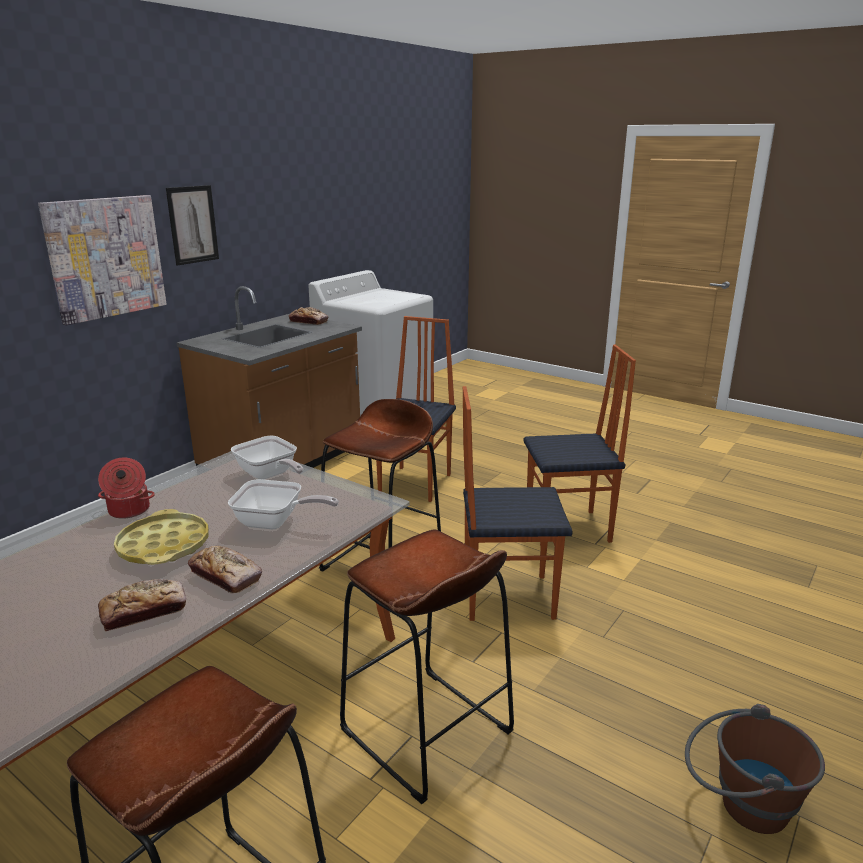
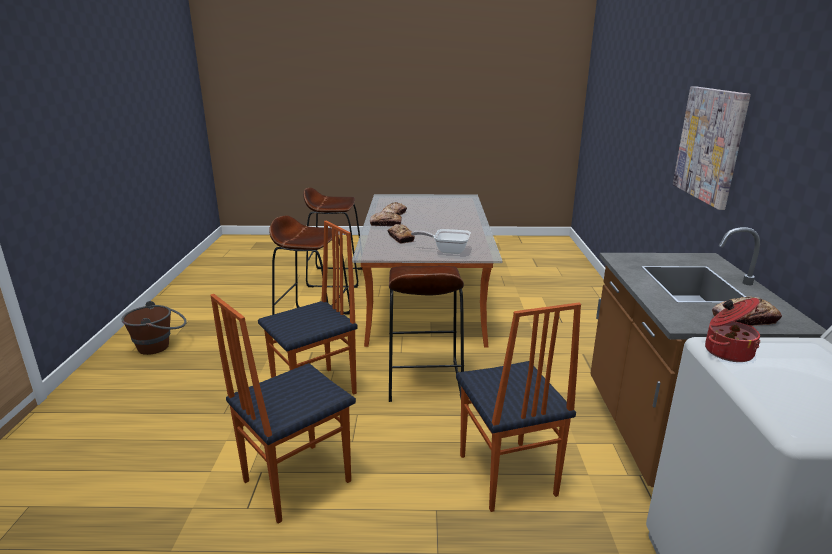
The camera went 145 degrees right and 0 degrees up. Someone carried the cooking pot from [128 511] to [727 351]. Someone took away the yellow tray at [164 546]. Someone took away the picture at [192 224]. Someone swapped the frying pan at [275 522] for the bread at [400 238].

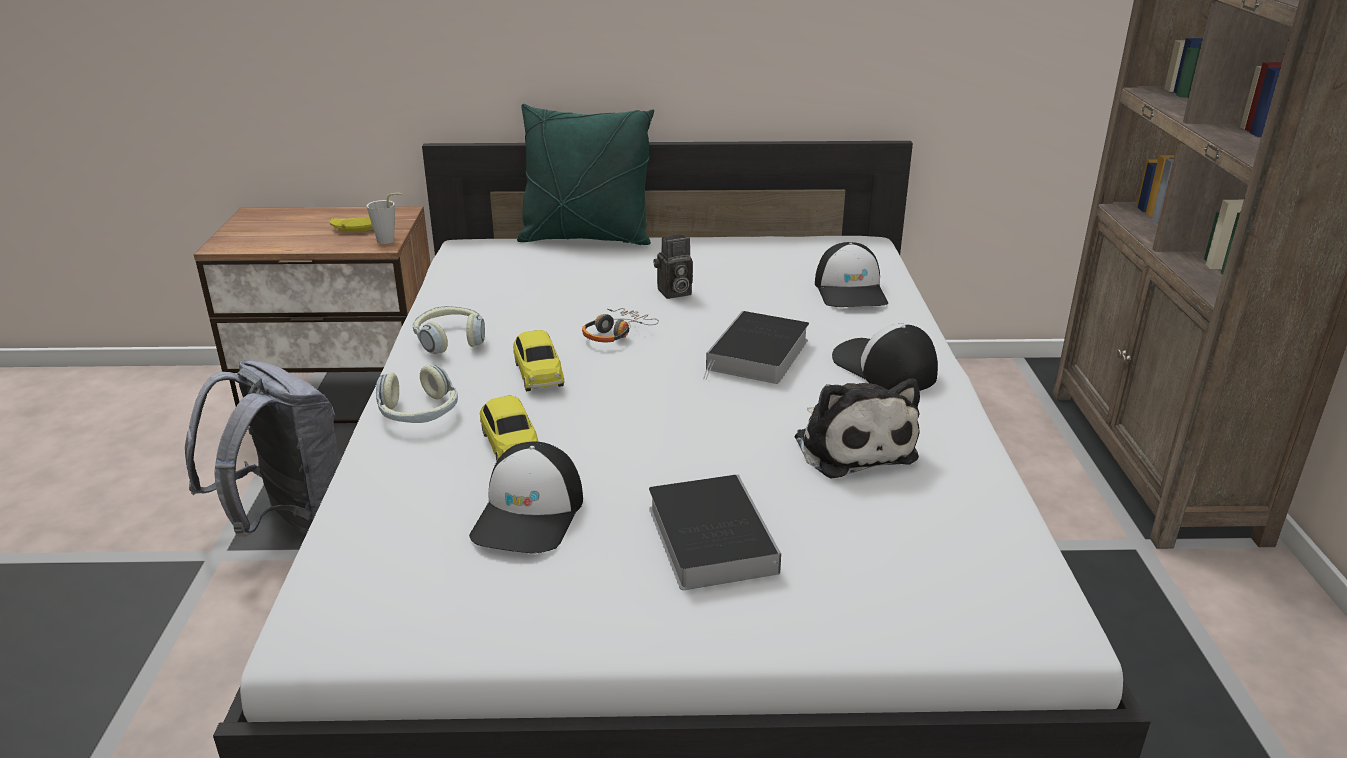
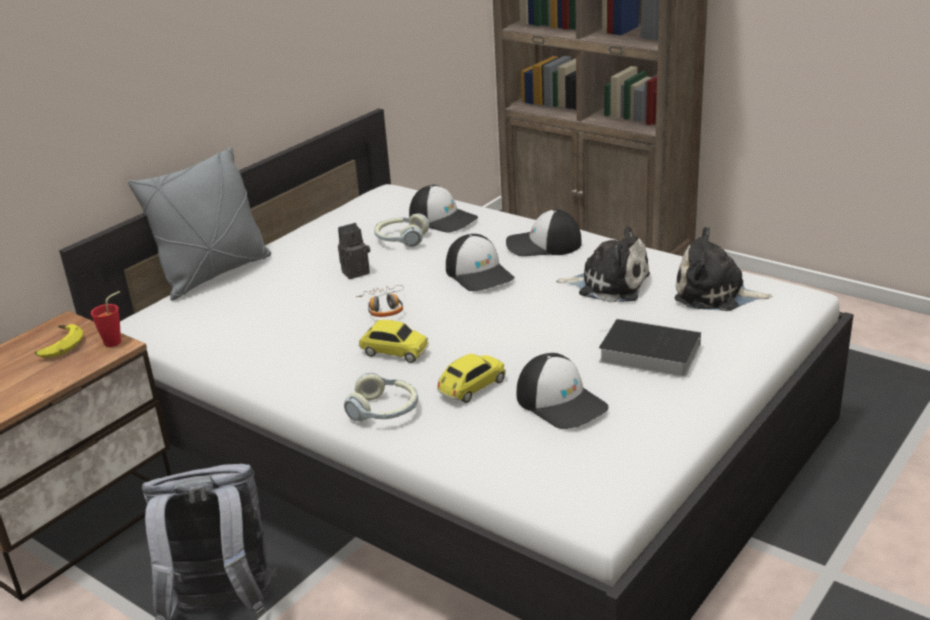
The camera went 50 degrees left and 0 degrees up. Someone repainted the grey cup at [389 240], which became the red cup at [116 340]. Someone carried the headphones from [450 339] to [401 239]. Someone rotated the toy car at [510 445] by 60 degrees counterclockwise. Someone repainted the green pillow at [586 238], which became the grey pillow at [214 274]. Someone rotated the photo camera at [673 293] by 135 degrees counterclockwise. Someone swapped the book at [758 356] for the cap at [479 274]. Someone put down the plush toy at [715 294].

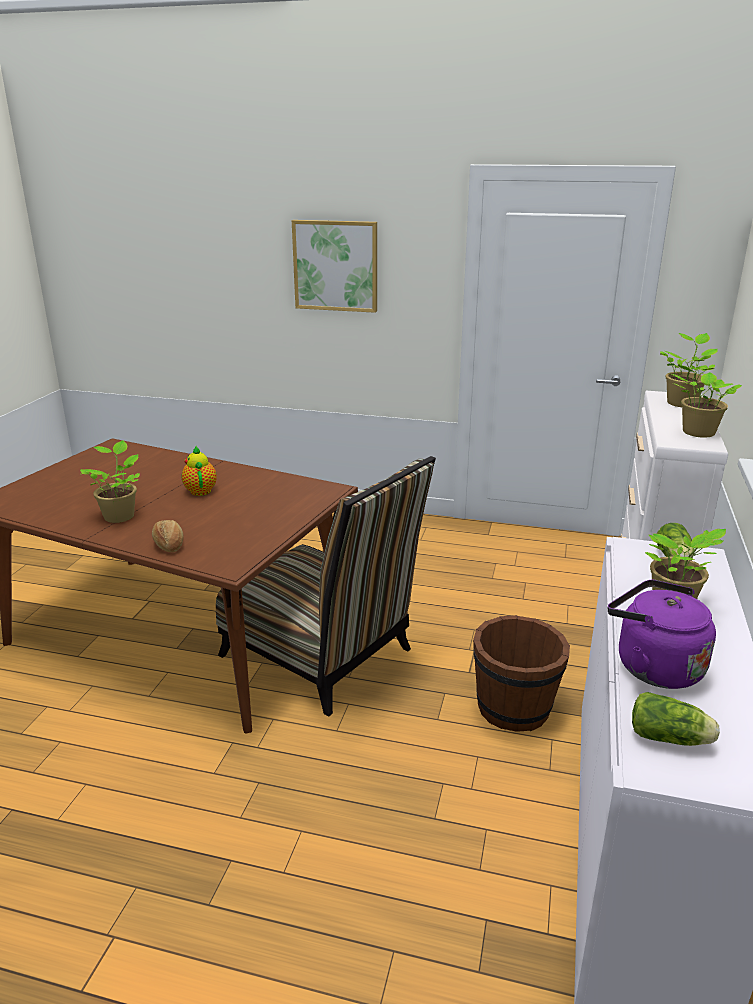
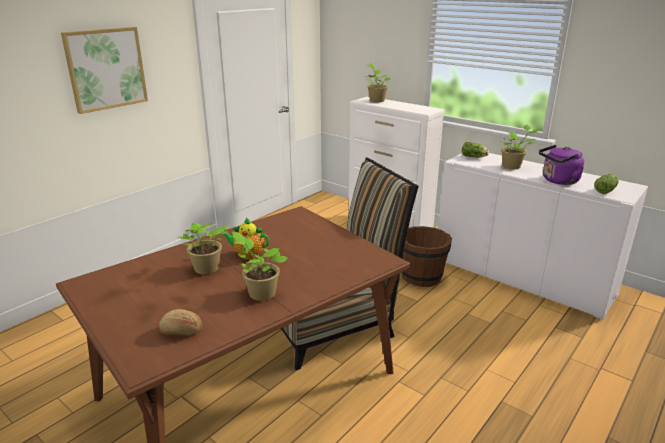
The camera went 65 degrees left and 0 degrees up. Someone carried the bread from [169 545] to [181 331]. Someone carried the potted plant from [696 433] to [206 269].

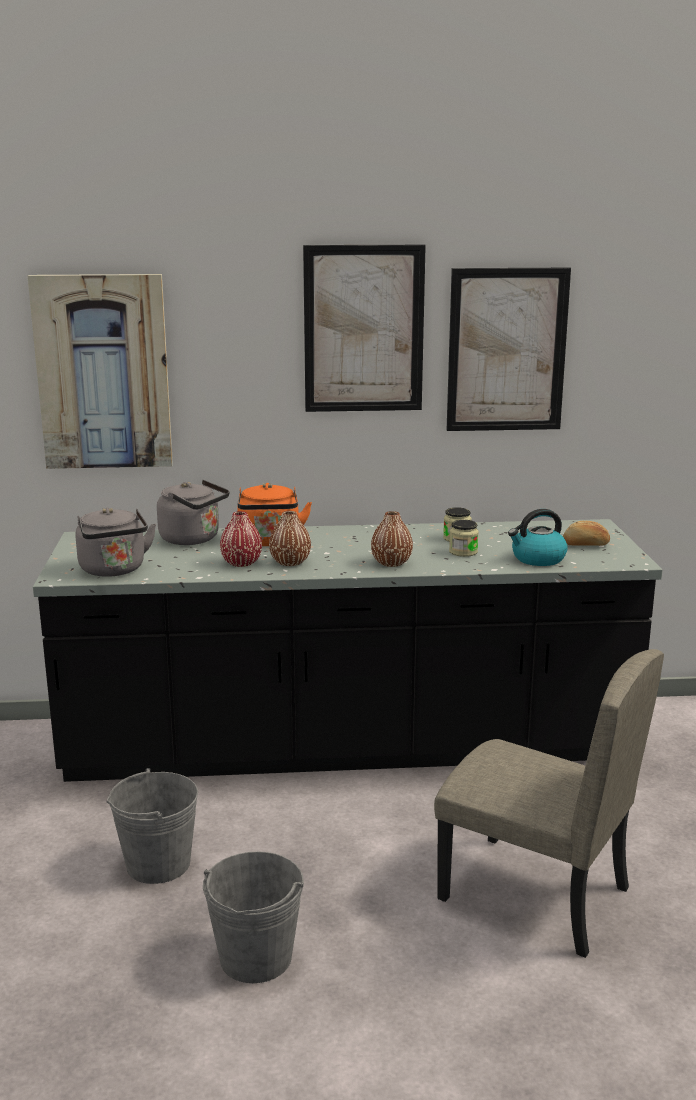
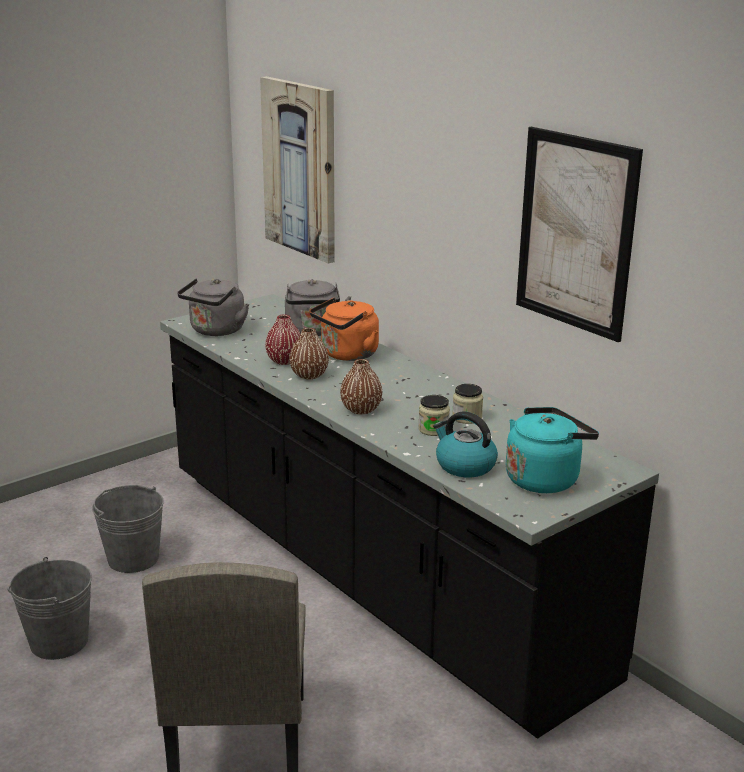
The camera went 55 degrees right and 5 degrees up. Someone took away the picture at [363 329]. Someone swapped the bread at [585 545] for the turquoise kettle at [545 478].

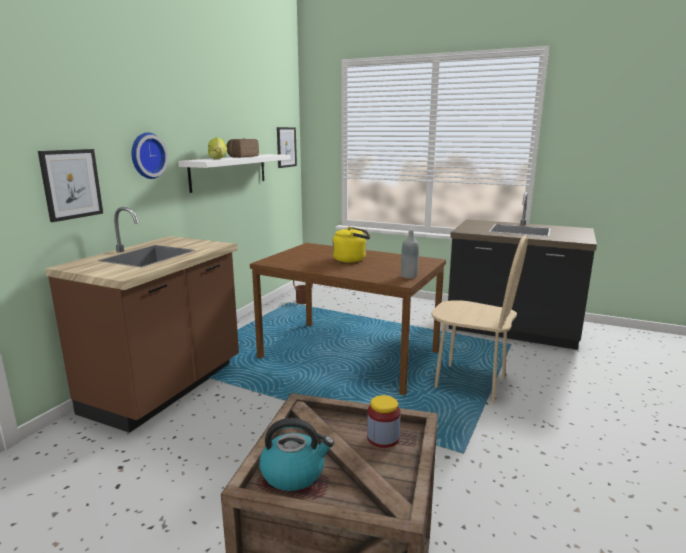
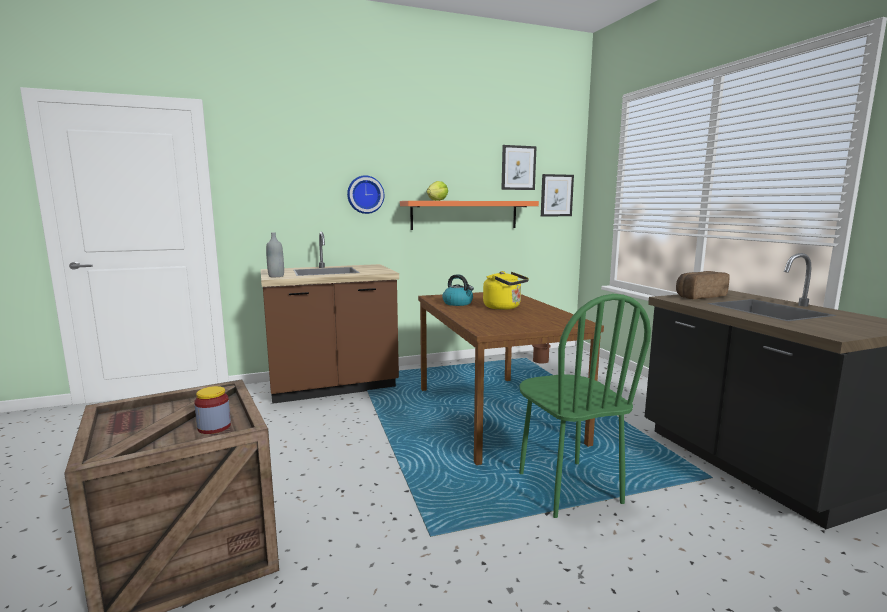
The camera went 45 degrees right and 5 degrees down. Someone carried the picture from [71 184] to [518 168]. Someone repainted the white shelf at [229 171], which became the orange shelf at [465 215]. Someone carried the bread from [241 157] to [698 296]. Someone carried the kettle from [294 473] to [458 303]. Someone carried the grey bottle from [409 276] to [276 276]. Someone repainted the beige chair at [470 383], which became the green chair at [568 488].

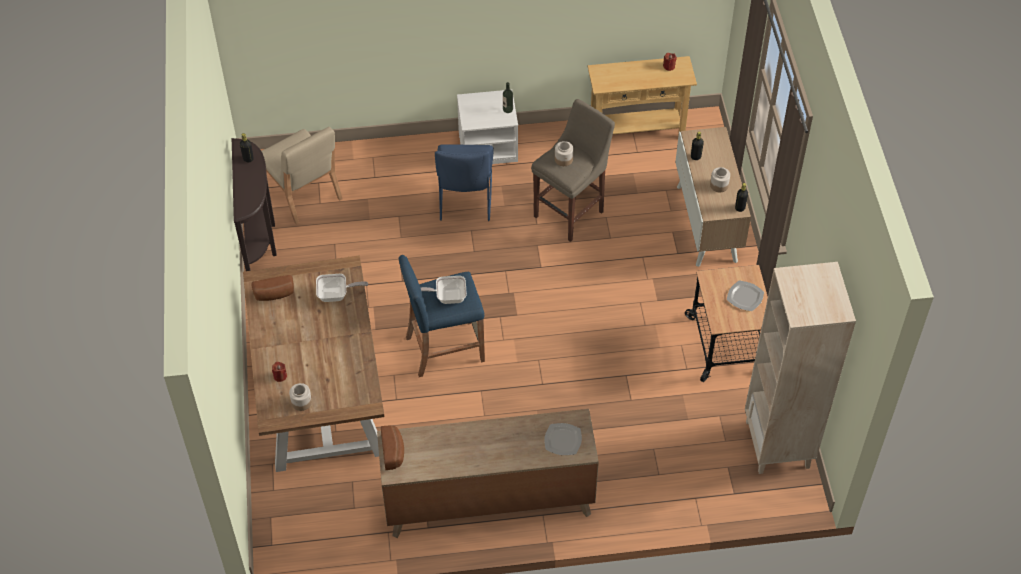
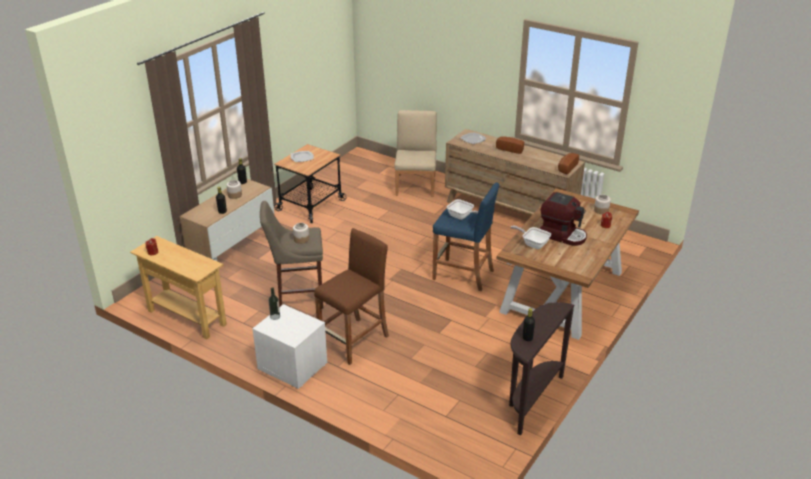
The camera went 140 degrees left and 20 degrees down. Someone carried the bread from [274 295] to [510 149]. Someone carried the beige chair from [302 193] to [416 185]. Someone swapped the blue chair at [465 201] for the brown stool at [354 341]. Someone took away the beige bookcase at [778 444]. Someone put down the coffee machine at [563 235].

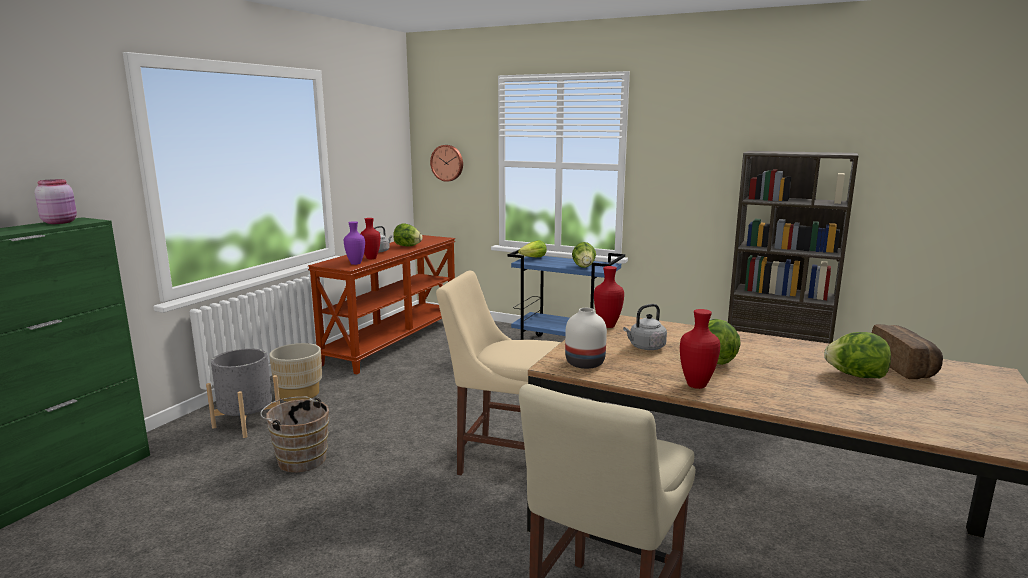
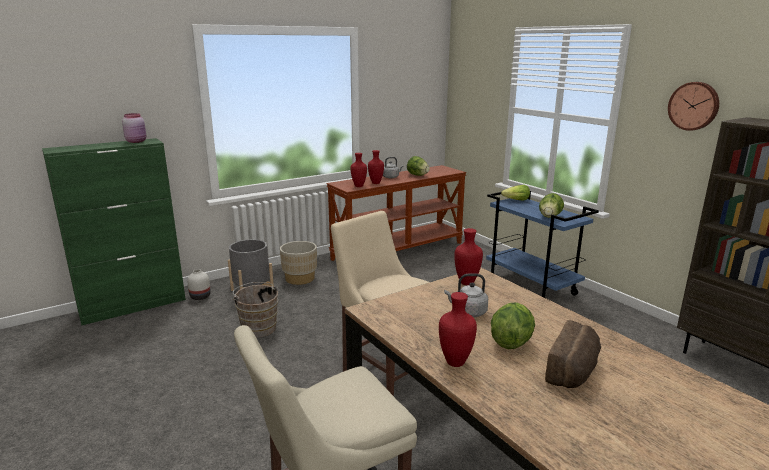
The camera went 30 degrees right and 5 degrees up. Someone repainted the purple vase at [356 264], which became the red vase at [359 186]. Someone carried the wall clock from [447 163] to [694 106]. Someone carried the white vase from [586 363] to [201 297]. Someone took away the lettuce at [855 375]. Someone carried the bread from [905 367] to [574 371].

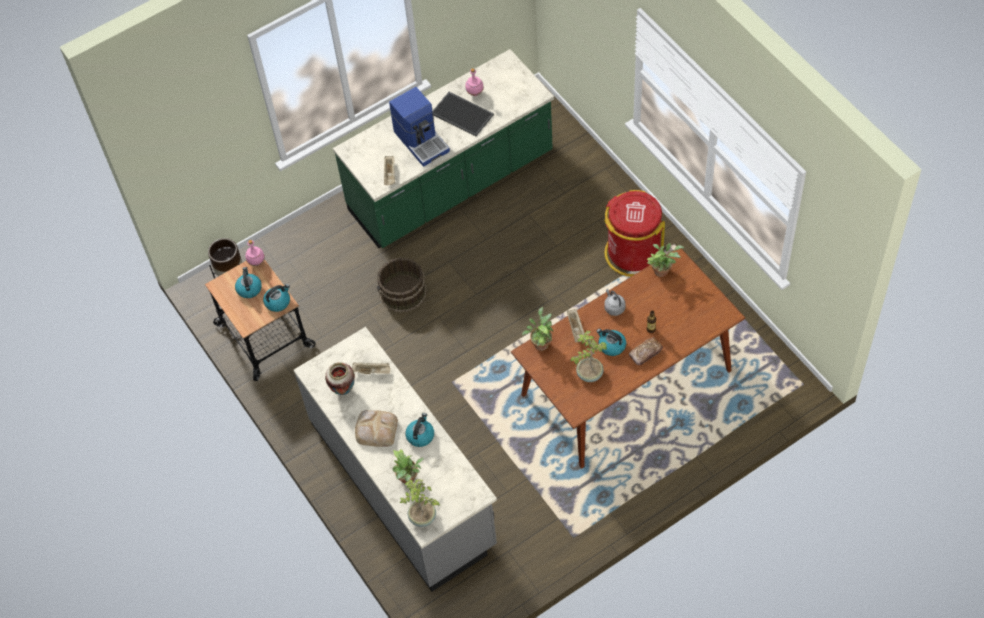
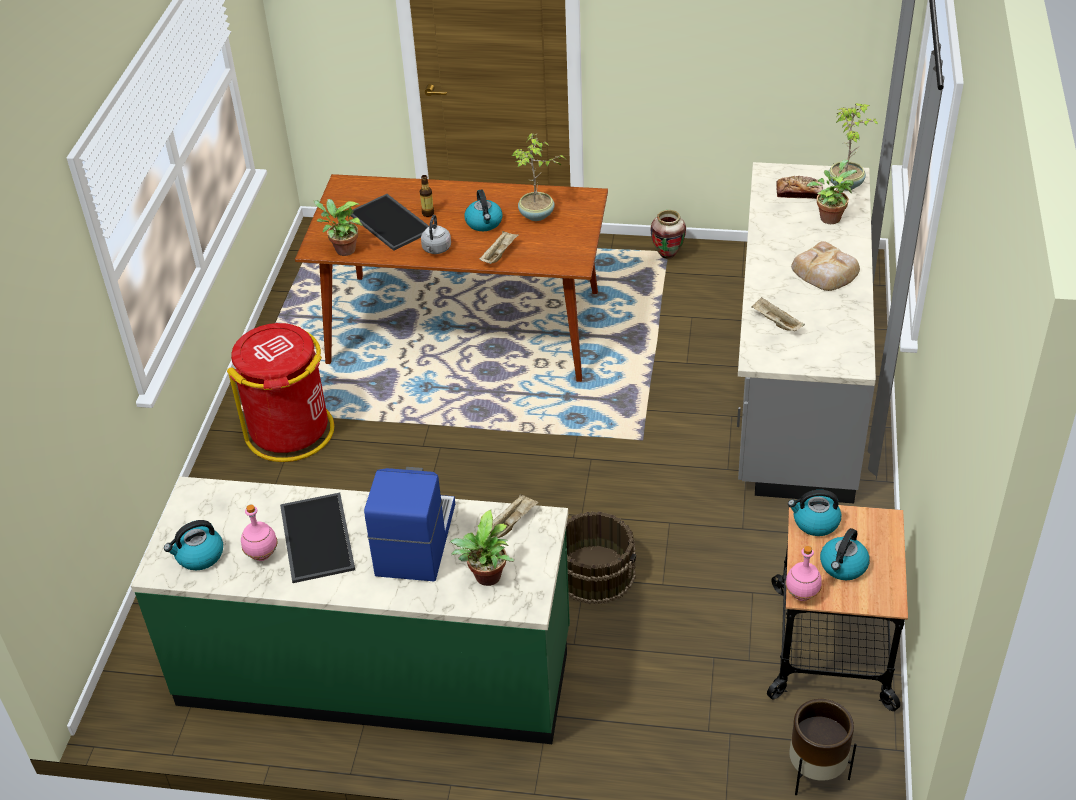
The camera went 140 degrees left and 15 degrees down. Someone carried the vase from [343 390] to [667 256]. Someone carried the kettle from [420 435] to [199 556]. Someone carried the potted plant from [540 343] to [486 579]. Someone carried the bread from [645 353] to [798 192]. Someone put down the tray at [392 222].

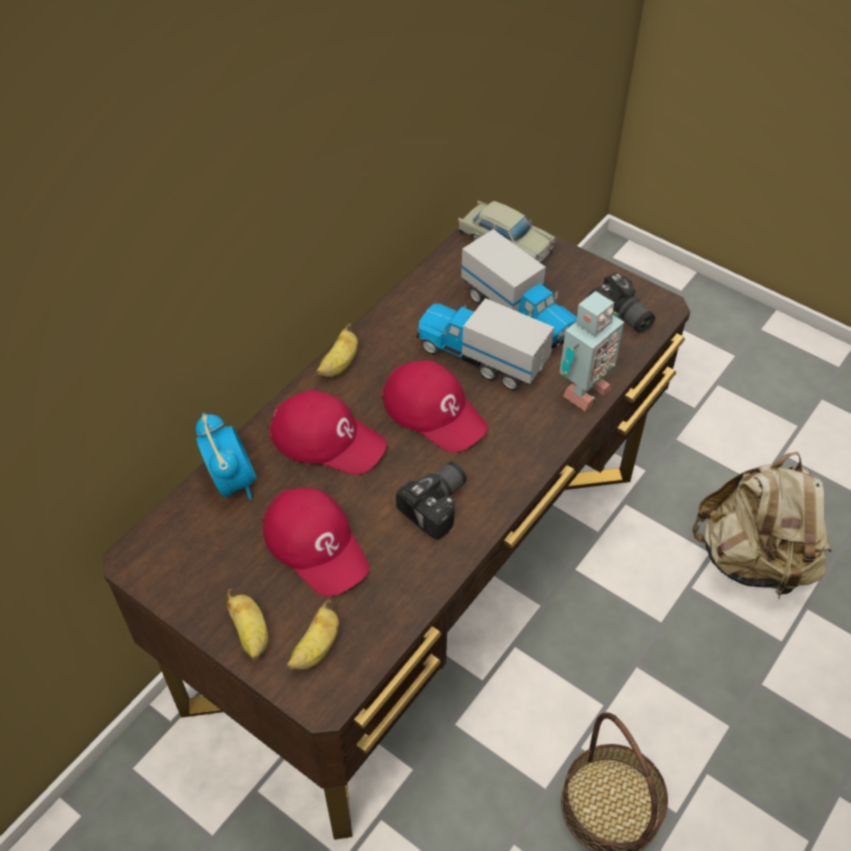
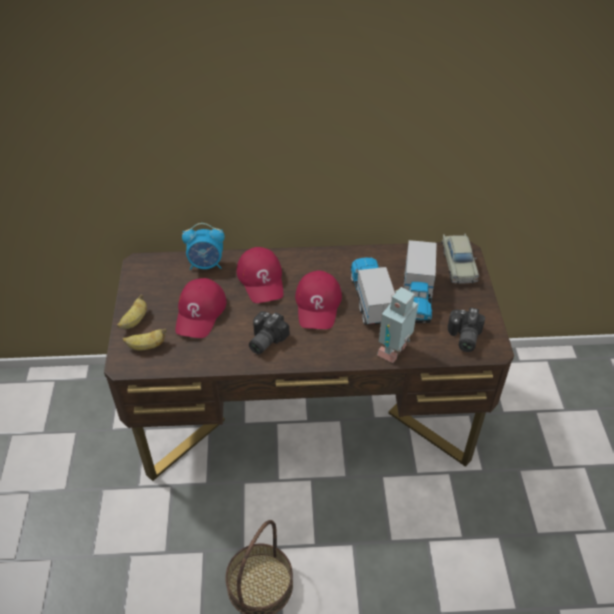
The camera went 50 degrees right and 5 degrees down. Someone rotated the alarm clock at [232 481] by 60 degrees clockwise. Someone took away the banana at [339 365]. Someone rotated the photo camera at [439 506] by 120 degrees clockwise. Someone rotated the toy robot at [582 391] by 120 degrees clockwise. Someone took away the beige backpack at [753 559].

